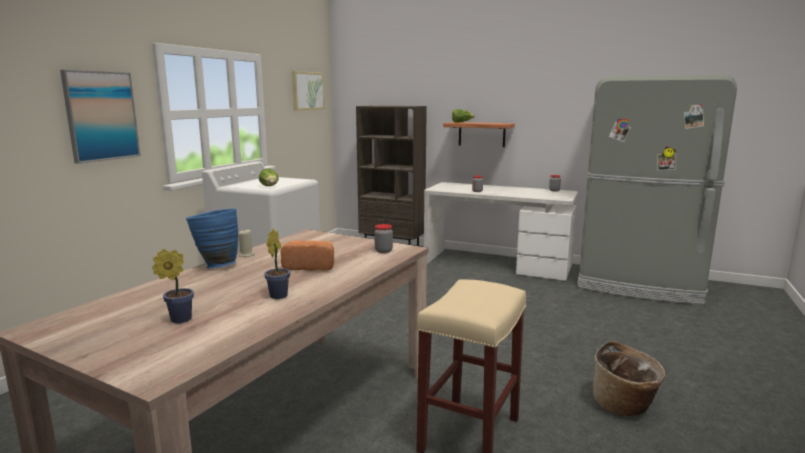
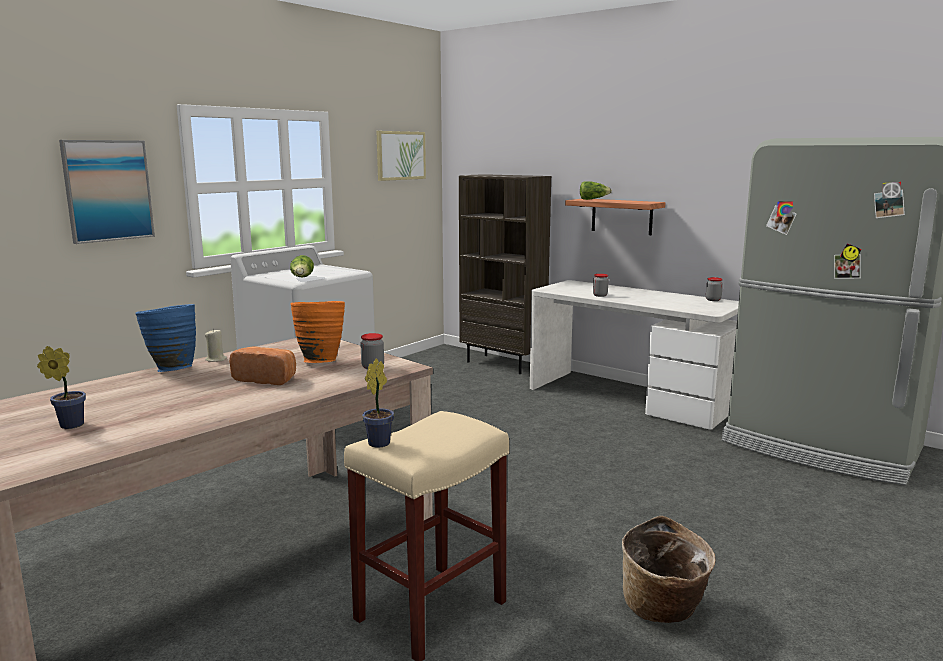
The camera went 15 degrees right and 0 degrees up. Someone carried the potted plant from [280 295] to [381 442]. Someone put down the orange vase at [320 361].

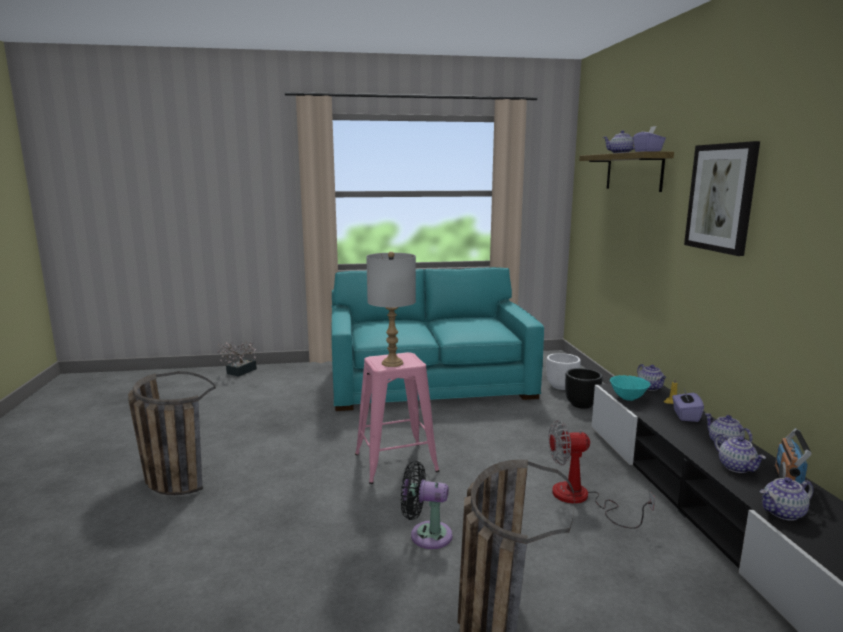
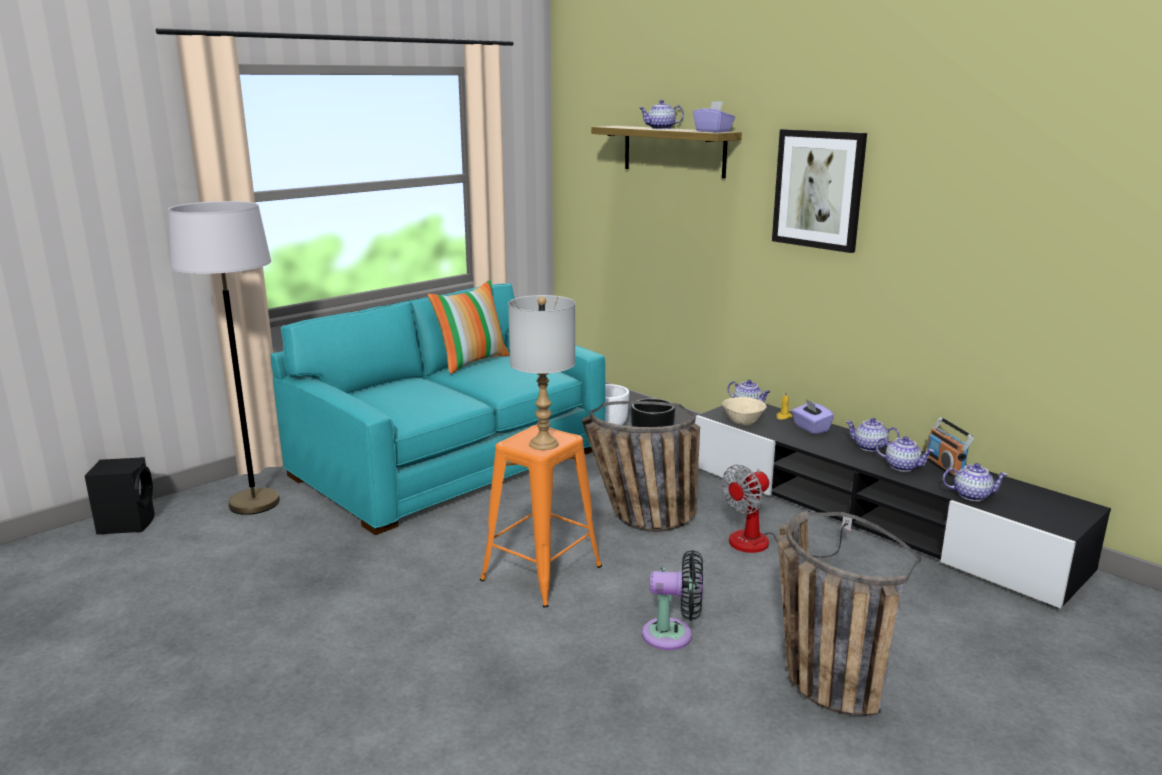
The camera went 35 degrees left and 5 degrees up. Someone carried the basket from [169 477] to [636 519]. Someone swapped the potted plant at [239 372] for the black speaker at [128 523]. Someone repainted the pink stool at [396 463], which became the orange stool at [541 573]. Someone rotated the black fan at [426 535] by 150 degrees counterclockwise. Someone repainted the turquoise bowl at [628 397], which became the beige bowl at [743 422]. Someone rotated the teapot at [783 513] by 120 degrees counterclockwise. Someone put down the grey floor lamp at [254 503]. Someone put down the pillow at [472 361].

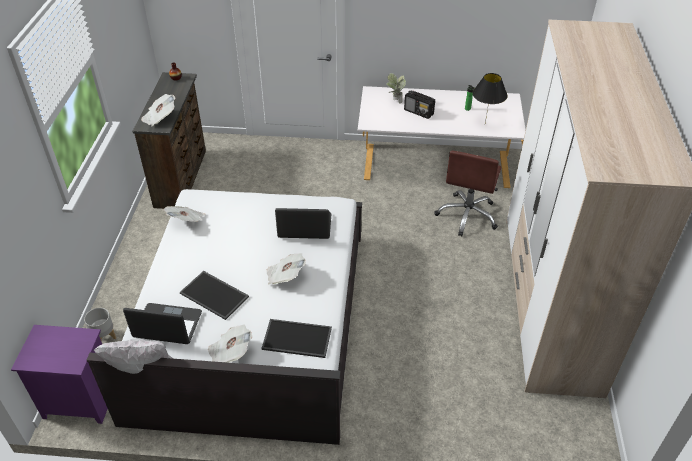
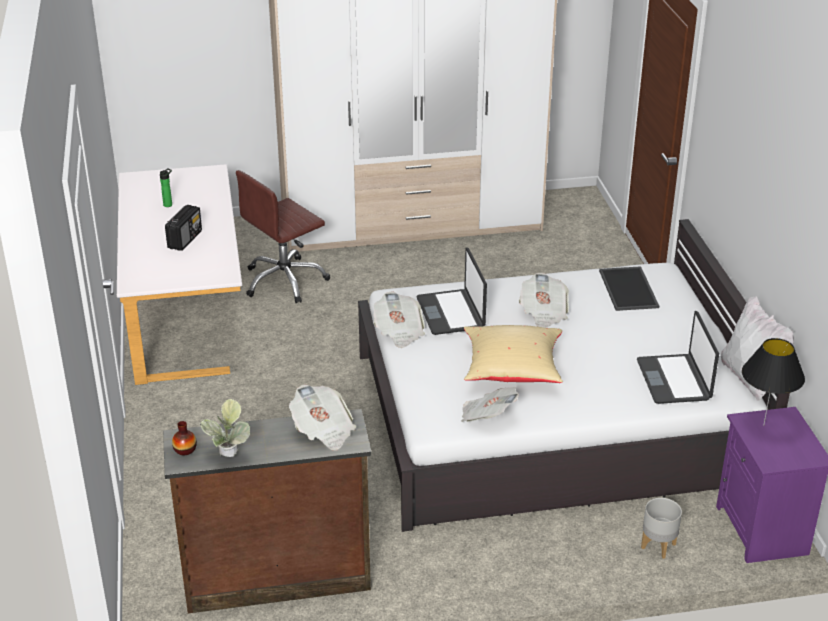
The camera went 105 degrees left and 10 degrees down. Someone took away the tray at [215 294]. Someone carried the newspaper from [230 352] to [399 332]. Someone carried the potted plant from [395 101] to [228 458]. Someone rotated the brown office chair at [467 215] by 135 degrees clockwise. Someone carried the black table lamp from [485 124] to [763 425]. Someone put down the beige pillow at [512 370].

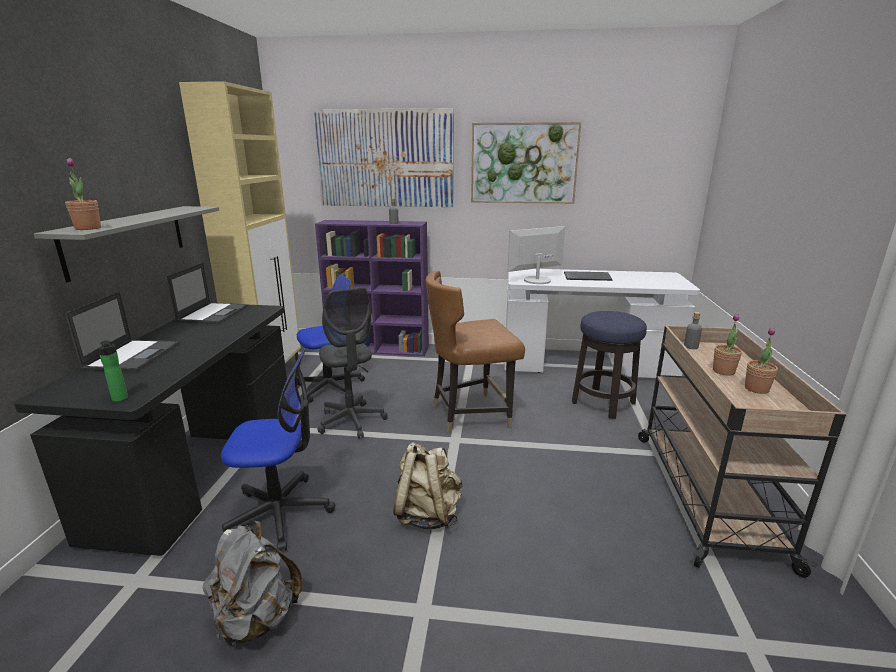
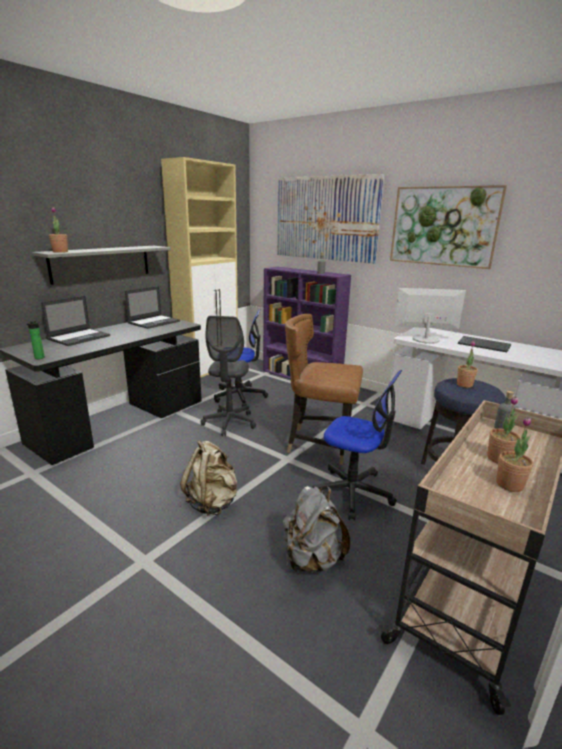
The camera went 30 degrees right and 0 degrees up. Someone carried the grey backpack from [256 619] to [311 560]. Someone carried the office chair from [280 513] to [353 492]. Someone put down the potted plant at [464 385].

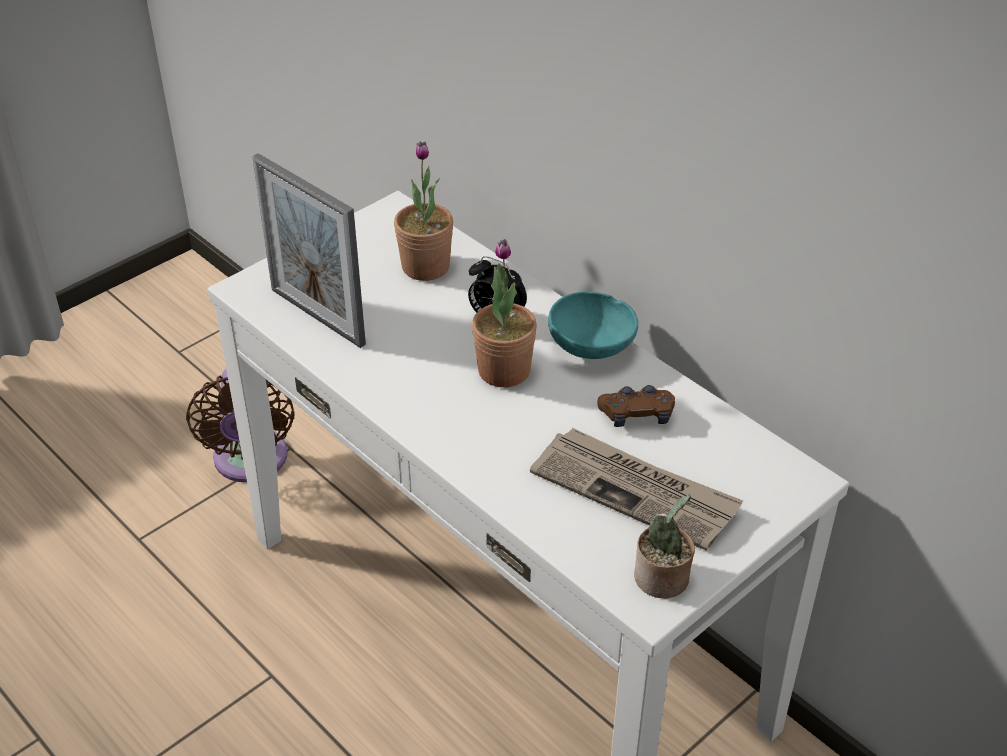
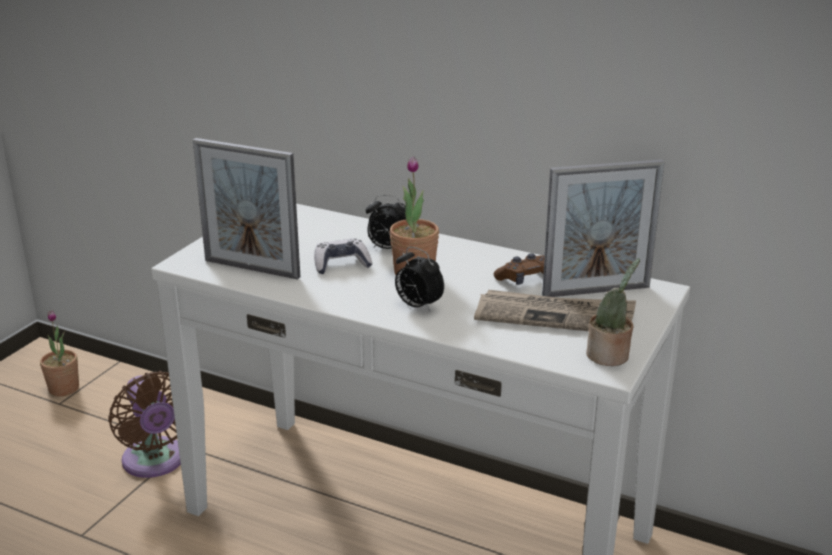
The camera went 20 degrees left and 15 degrees down. Someone carried the potted plant from [425 266] to [64 388]. Someone took away the turquoise bowl at [593 348]. Someone put down the game controller at [341 264]. Someone put down the alarm clock at [417 306]. Someone put down the picture frame at [596 291].

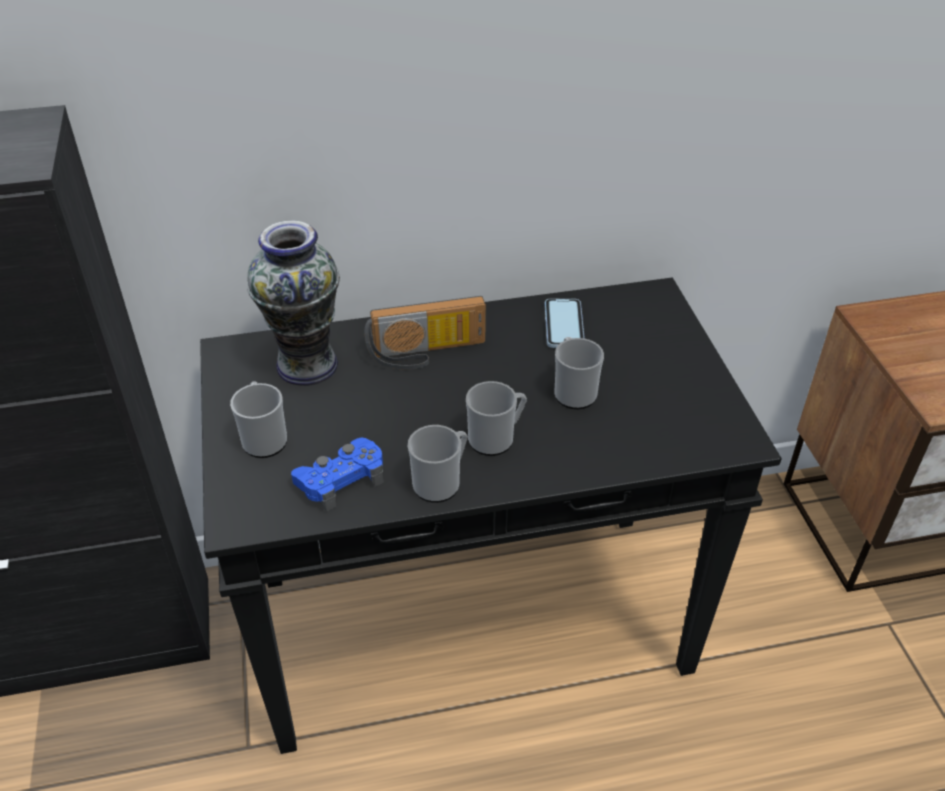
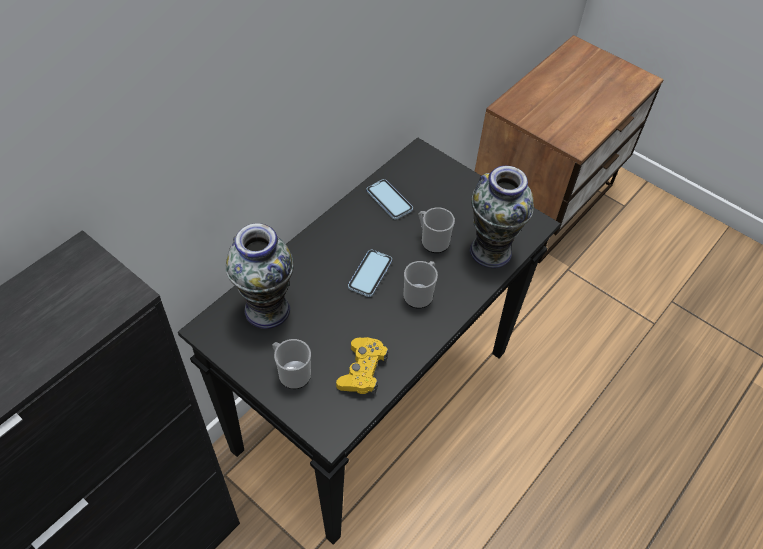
The camera went 40 degrees left and 10 degrees up. Someone repainted the blue game controller at [341 479], which became the yellow game controller at [362 370]. Someone took away the radio at [427 353]. Someone took away the mug at [441 482]. Someone put down the phone at [370 274]. Someone put down the vase at [490 252].

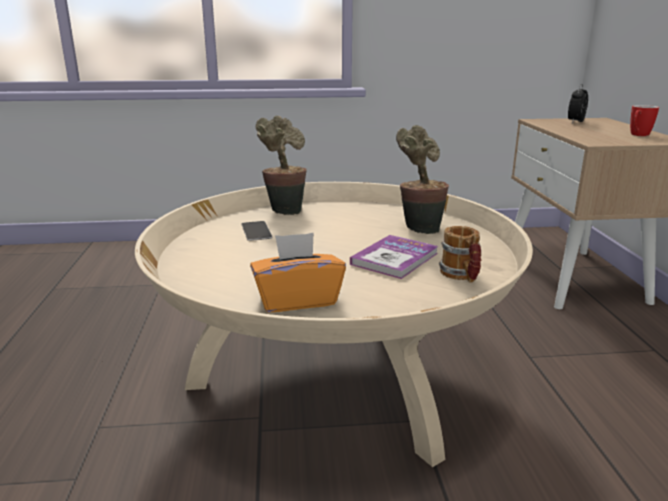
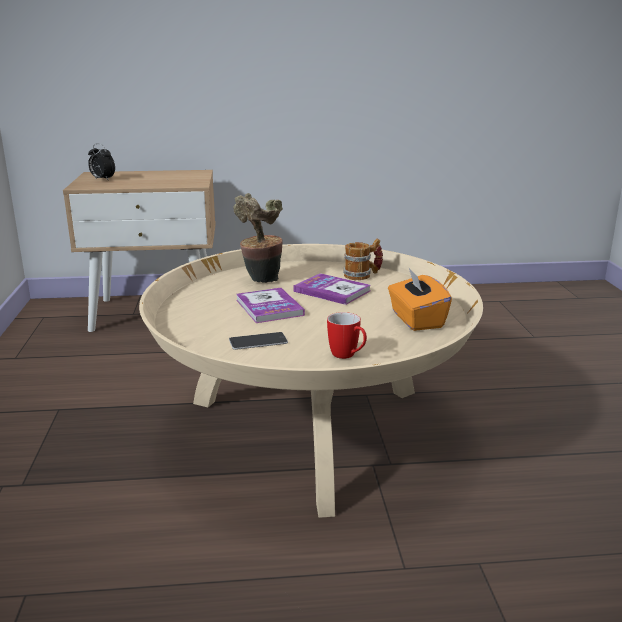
The camera went 90 degrees left and 0 degrees up. Someone took away the potted plant at [284 210]. Someone carried the mug from [637 135] to [348 356]. Someone put down the book at [269 307].

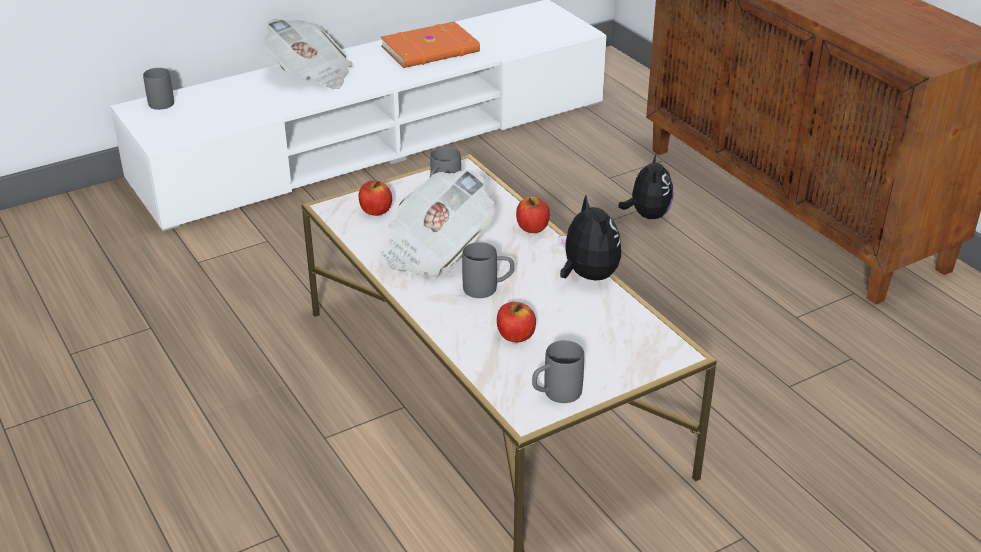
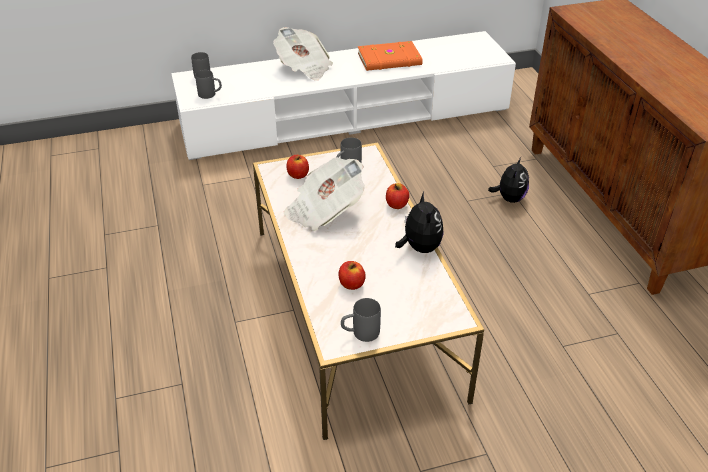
The camera went 15 degrees right and 5 degrees up. Someone carried the grey mug from [488 288] to [210 95].

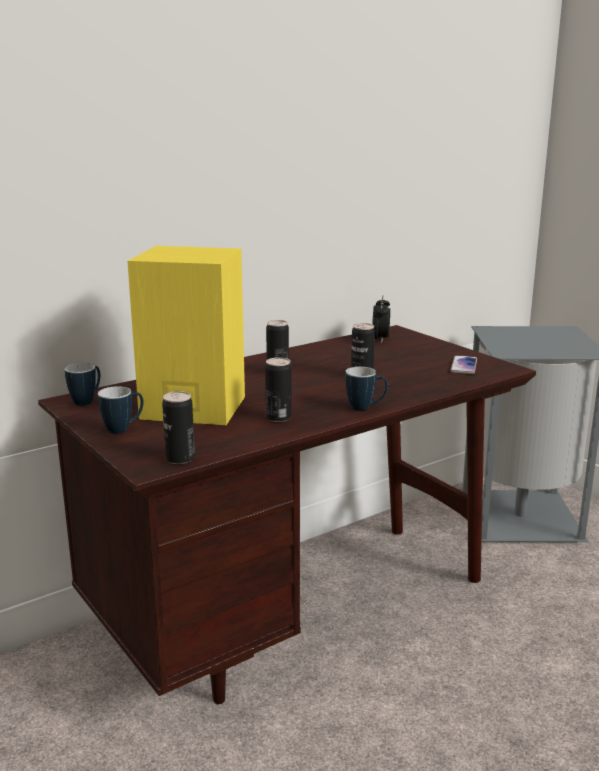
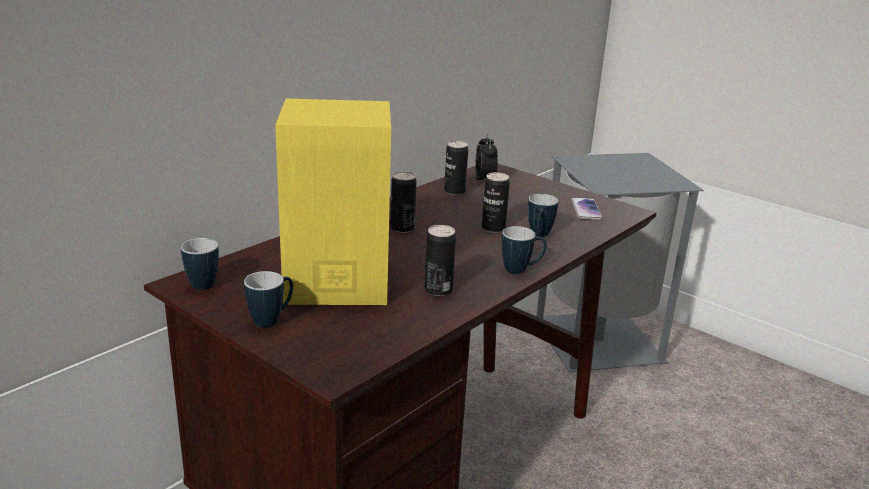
The camera went 15 degrees left and 5 degrees up. Someone carried the can from [180 458] to [454 191]. Someone put down the mug at [539 236].

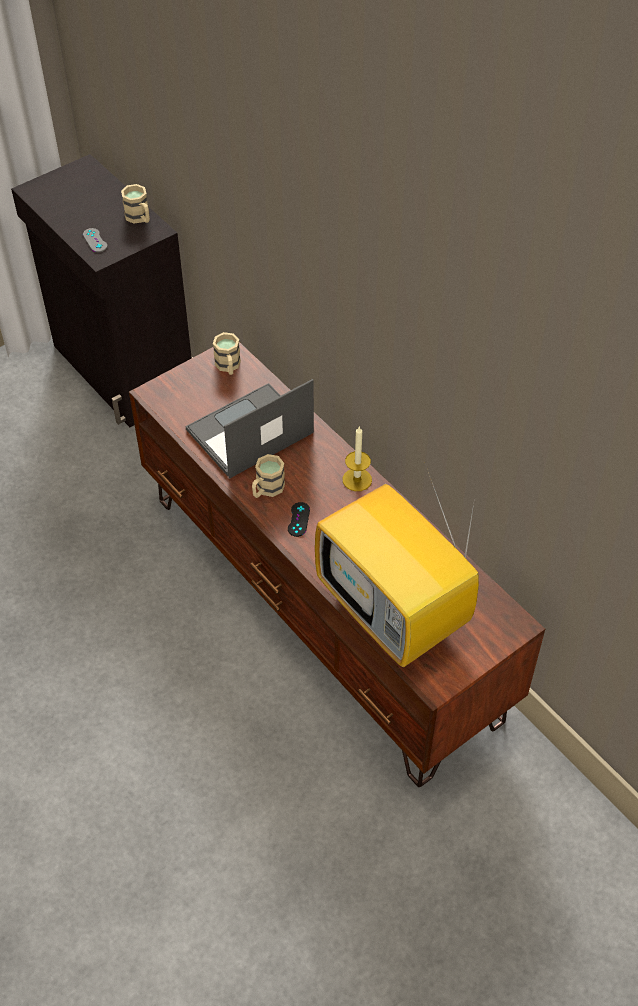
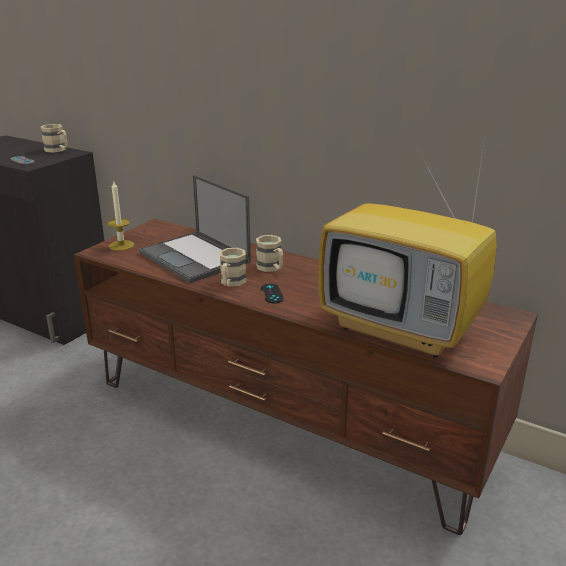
The camera went 20 degrees left and 25 degrees down. Someone rotated the laptop at [249 432] by 75 degrees counterclockwise. Someone carried the beige mug from [228 367] to [271 268]. Someone carried the candle from [357 479] to [121 245].

